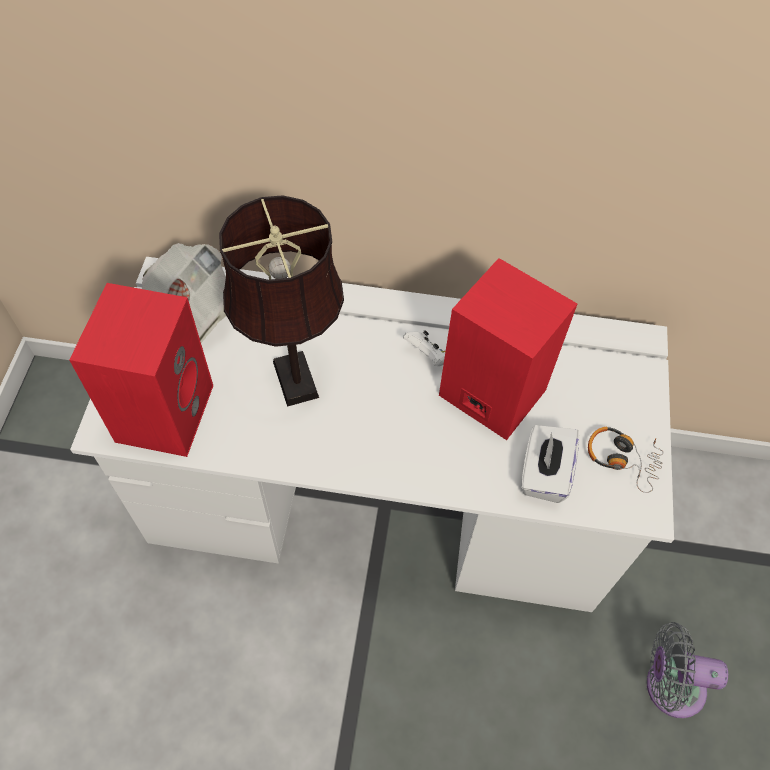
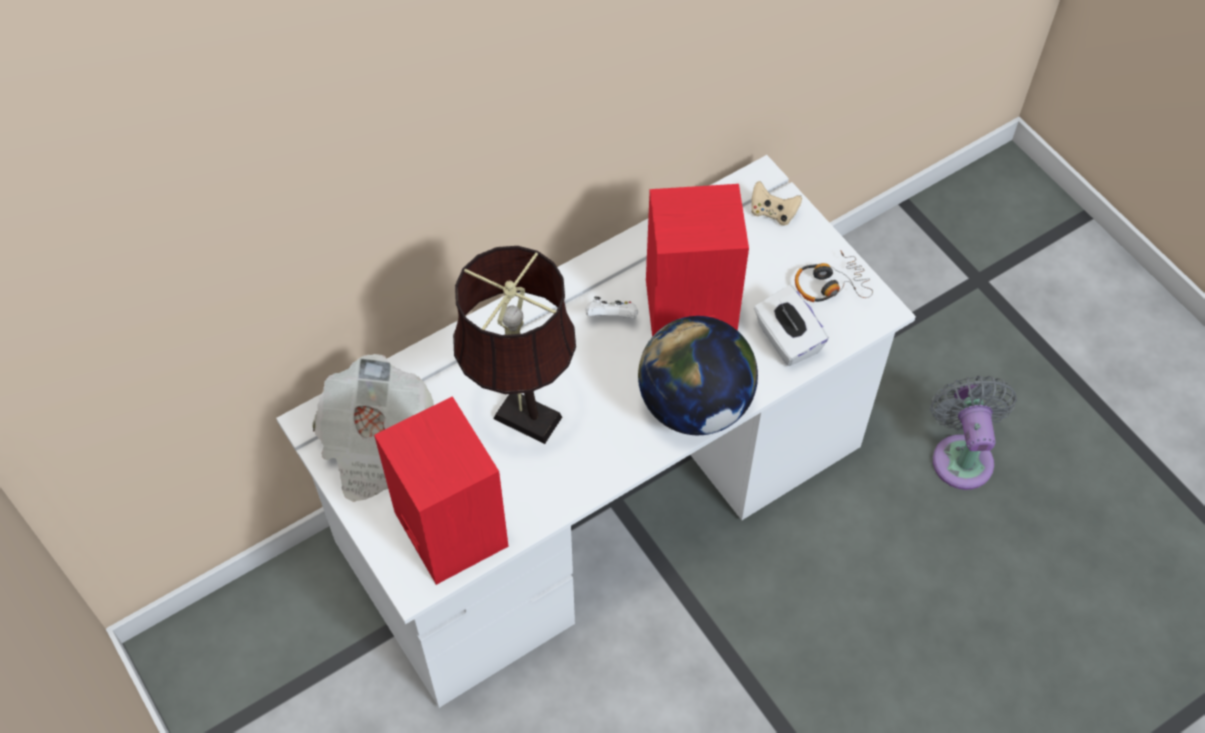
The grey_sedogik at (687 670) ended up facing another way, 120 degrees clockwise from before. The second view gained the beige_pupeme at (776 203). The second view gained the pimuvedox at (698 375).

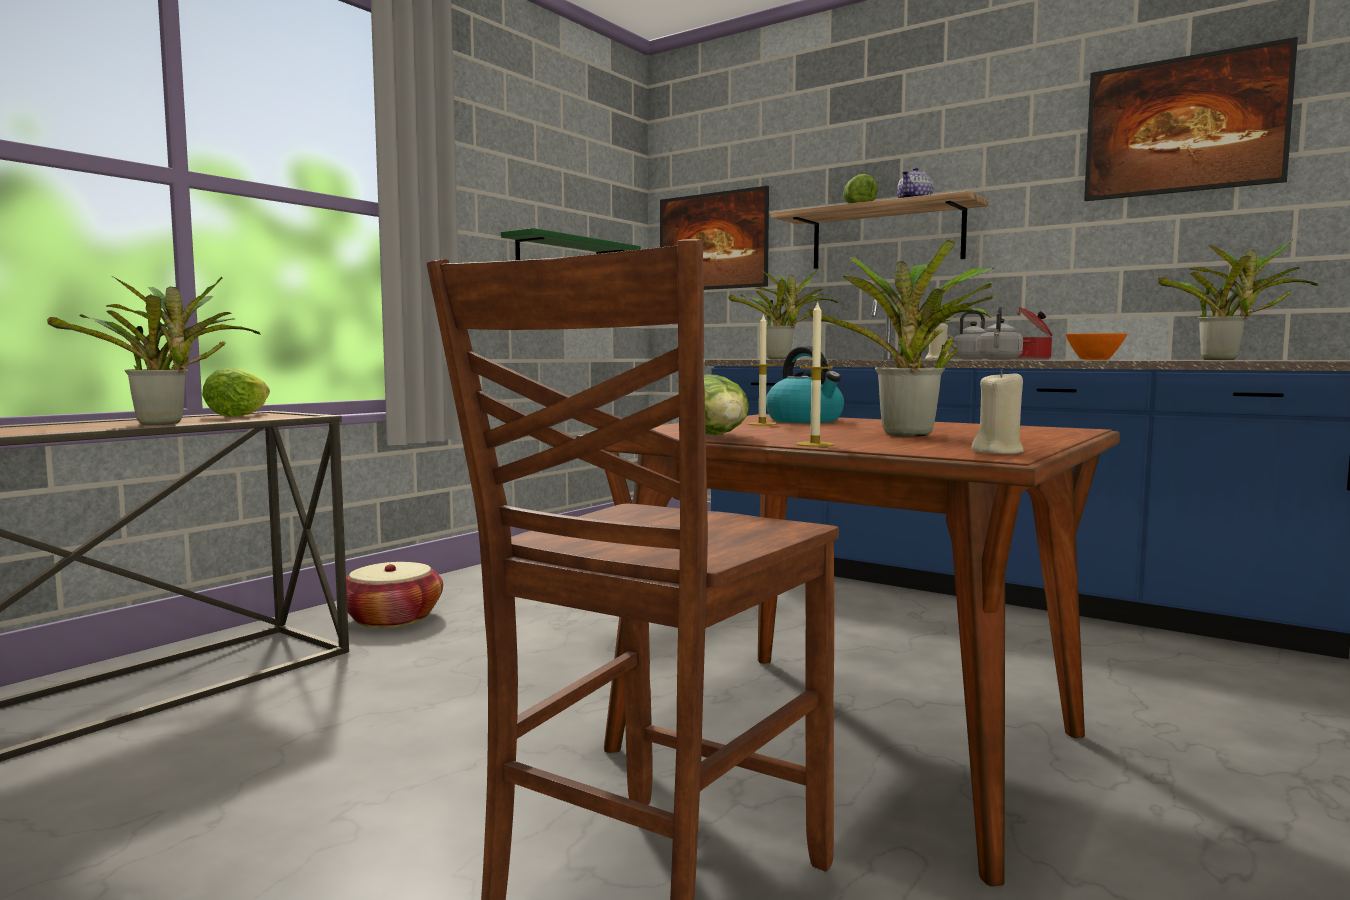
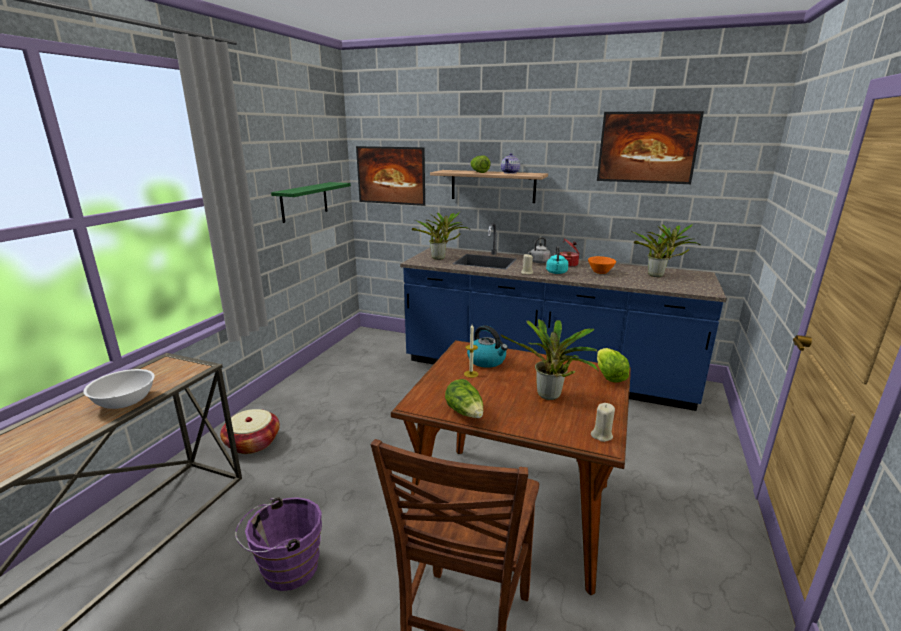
Where the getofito stood at (154 350), the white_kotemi came to stand at (119 389). The second view lost the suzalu at (815 373). What was the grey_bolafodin at (1000 333) turned into the turquoise_bolafodin at (557 260). The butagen ended up elsewhere, having gone from (236 392) to (613 365). The second view gained the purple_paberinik at (278 544).

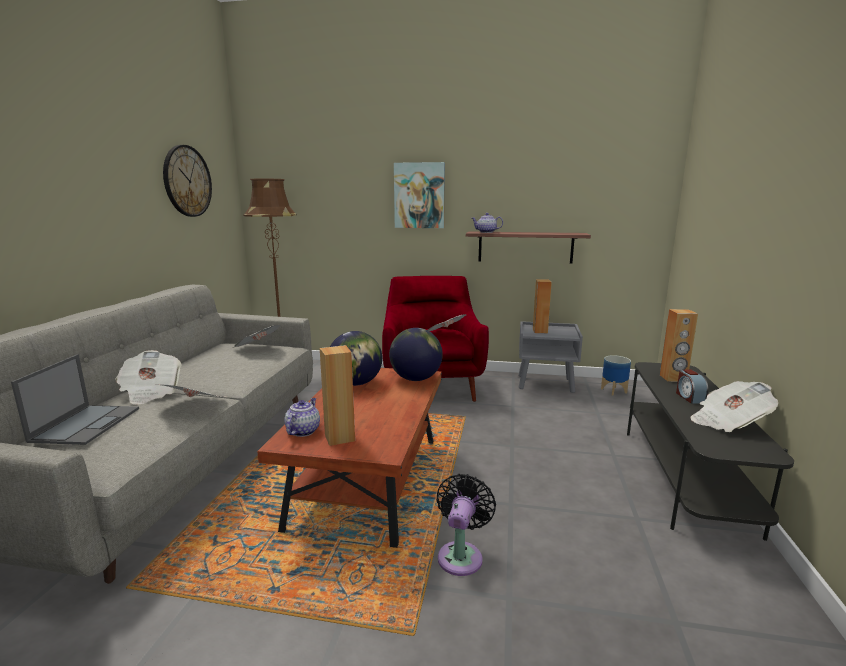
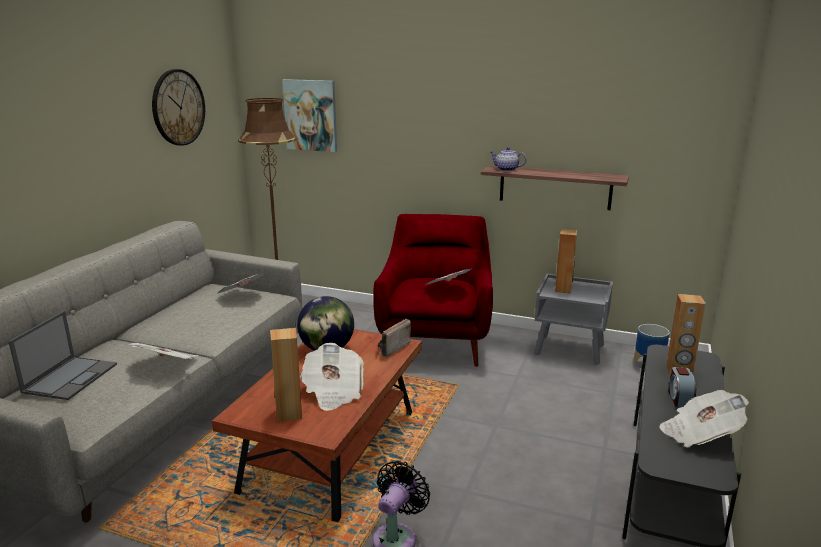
The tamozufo ended up elsewhere, having gone from (419 195) to (309 115). Where the pimuvedox stood at (416 354), the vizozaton came to stand at (394 338). The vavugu ended up elsewhere, having gone from (148 377) to (332 377). The second view lost the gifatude at (302 417).

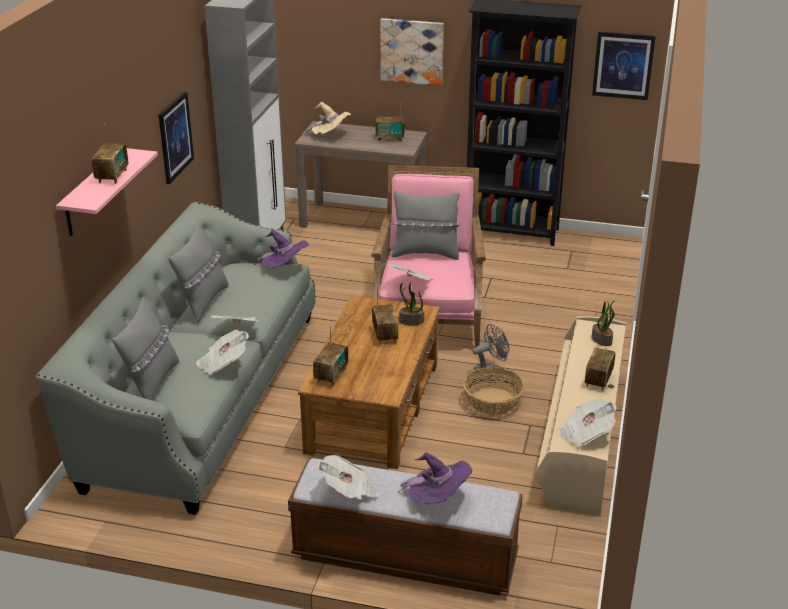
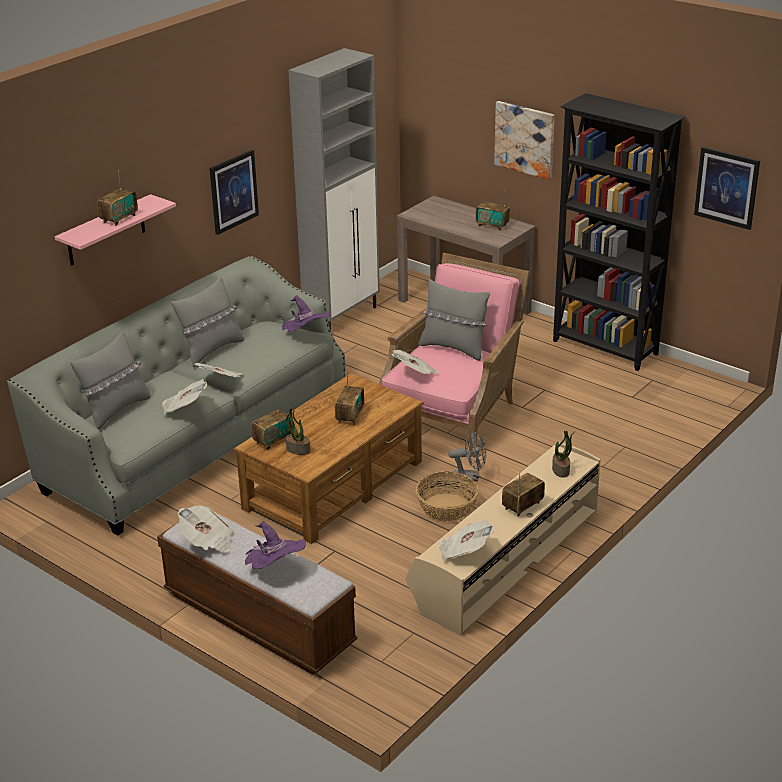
The second view lost the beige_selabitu at (327 118). The getofito ended up elsewhere, having gone from (411 303) to (298 431).

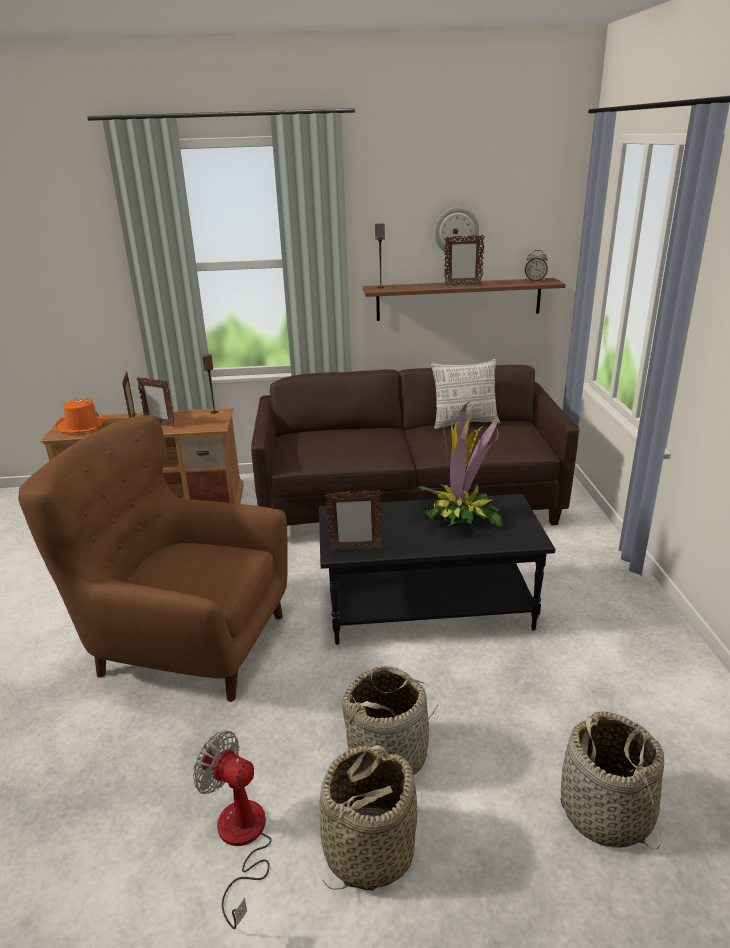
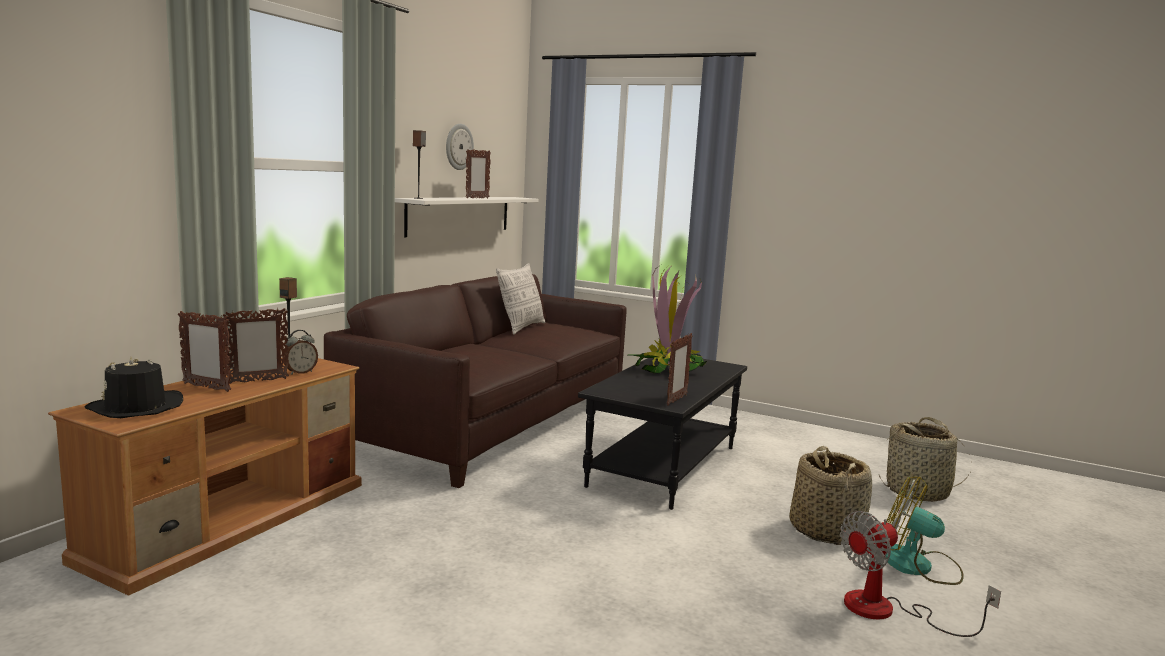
The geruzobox ended up elsewhere, having gone from (536 265) to (301 352). What was the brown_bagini at (464 299) turned into the white_bagini at (467 217). What was the orange_selabitu at (82 415) turned into the black_selabitu at (133 387). The second view lost the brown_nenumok at (153 558). Where the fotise stood at (368 817), the sedogik came to stand at (925 530).

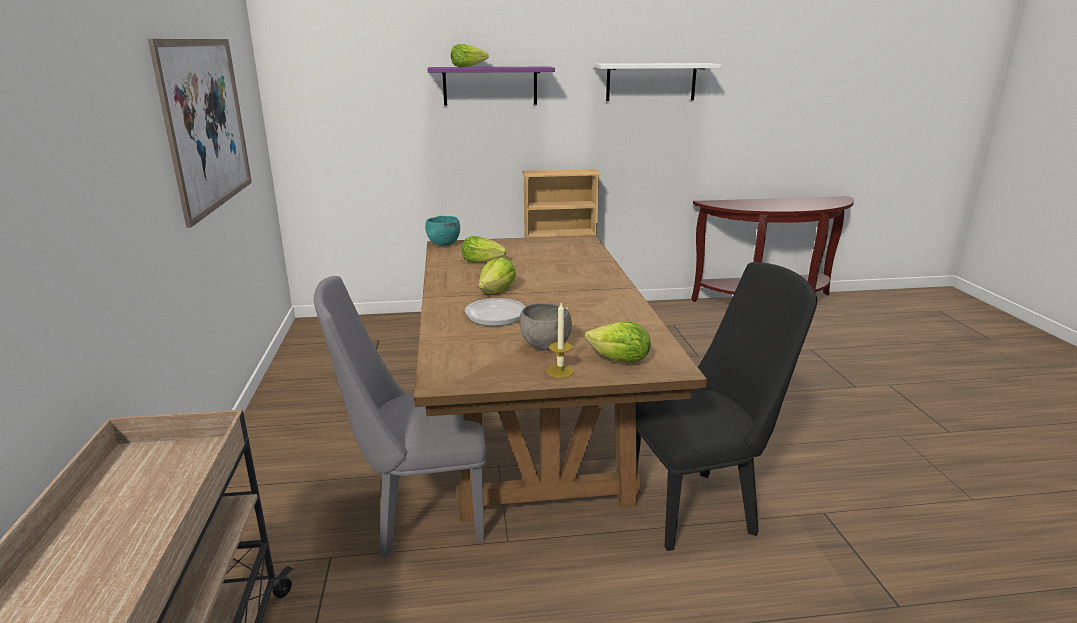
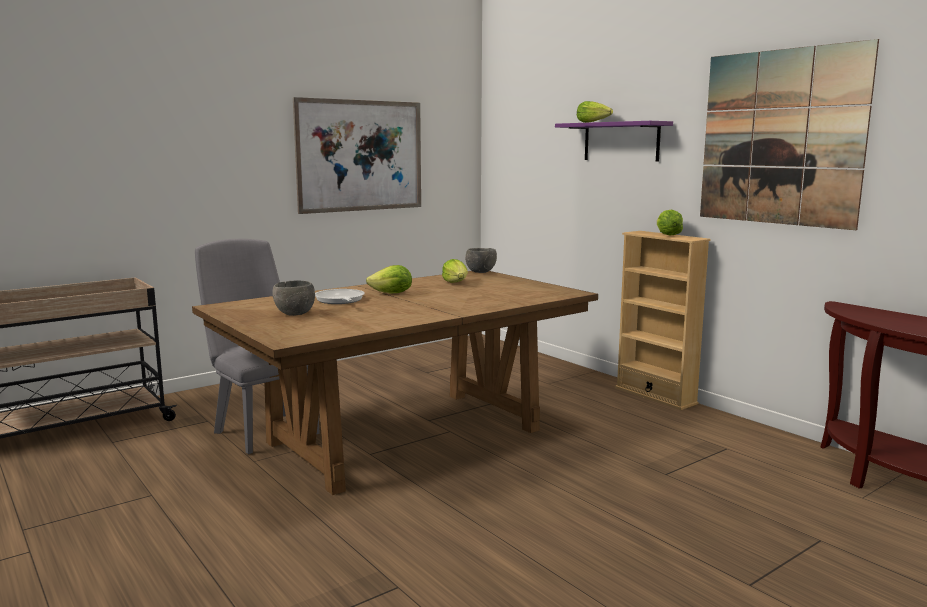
Where the white_bagini hung at (657 82), the tamozufo came to hang at (789 134). What was the turquoise_kotemi at (442 231) turned into the grey_kotemi at (481 260). The second view lost the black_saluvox at (727 406). The second view lost the suzalu at (560 340). The butagen ended up elsewhere, having gone from (618 342) to (670 223).

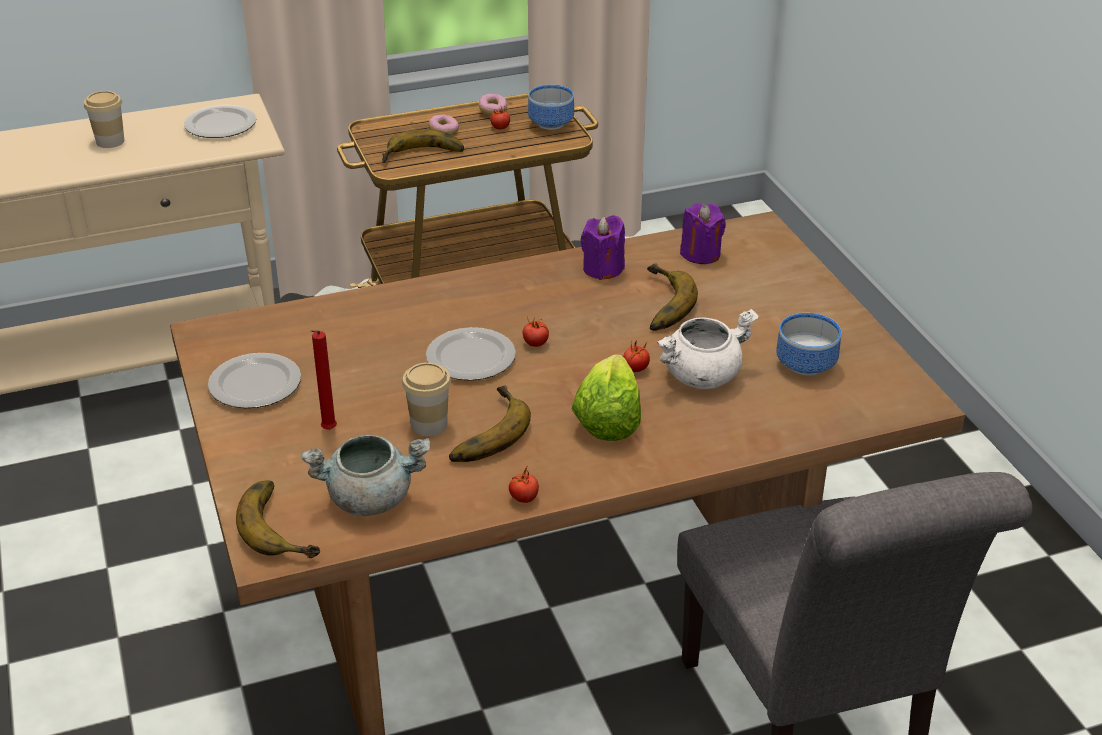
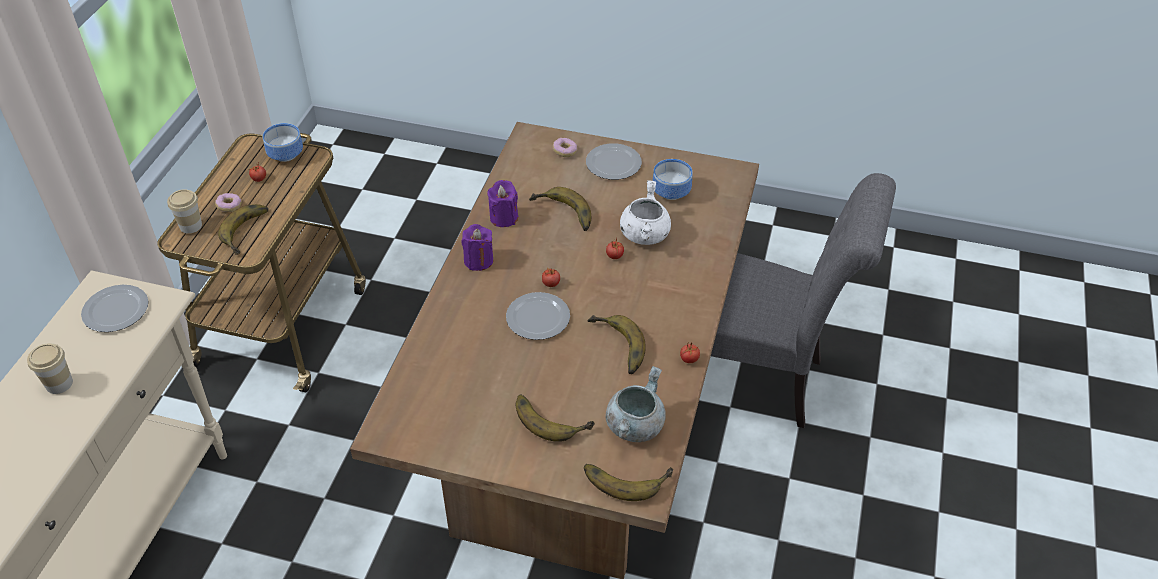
The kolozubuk ended up elsewhere, having gone from (493 104) to (565 147). The purple_suzalu ended up elsewhere, having gone from (703 233) to (477 247). Where the red_suzalu stood at (323 380), the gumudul came to stand at (555 418). The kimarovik ended up elsewhere, having gone from (254 380) to (614 161). The second view lost the butagen at (606 397). The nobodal ended up elsewhere, having gone from (426 399) to (184 211).

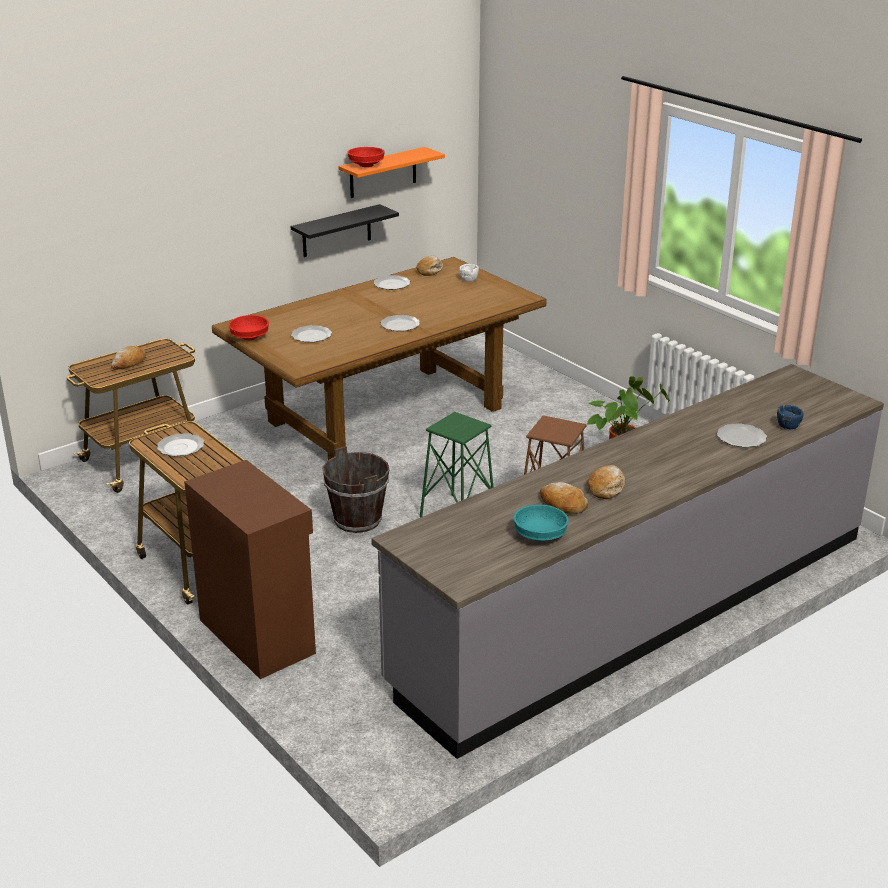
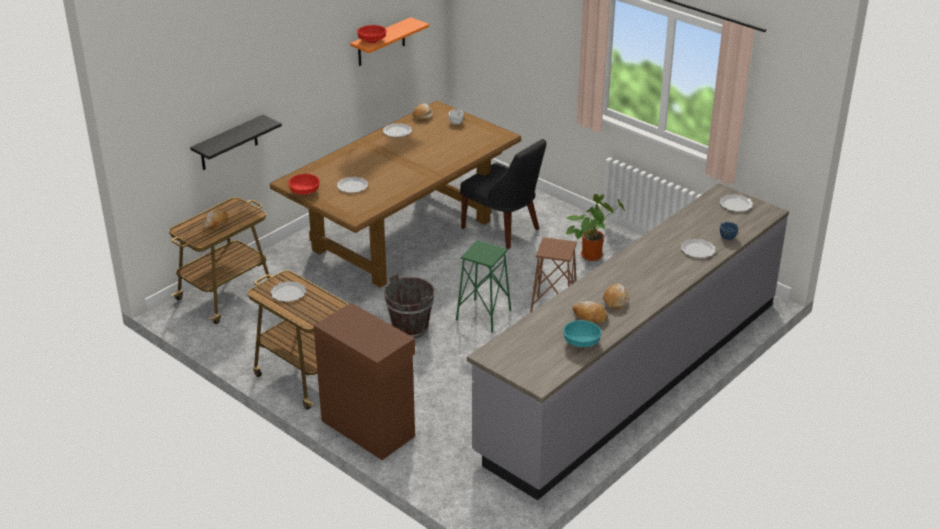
The black_bagini ended up elsewhere, having gone from (345 230) to (236 142). The kimarovik ended up elsewhere, having gone from (400 323) to (736 203). The second view gained the black_saluvox at (503 194).

